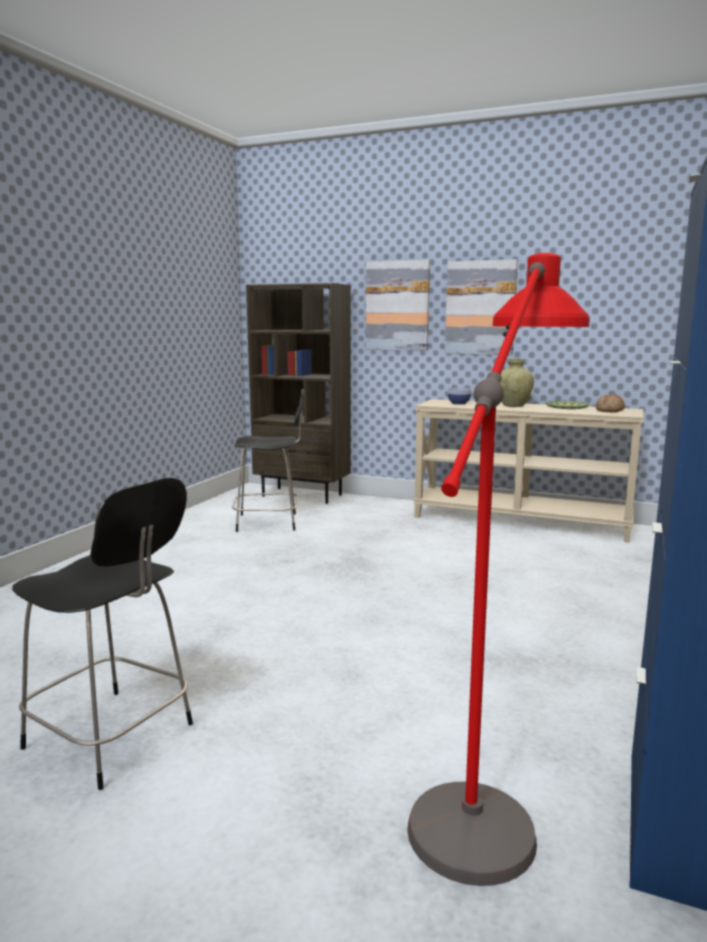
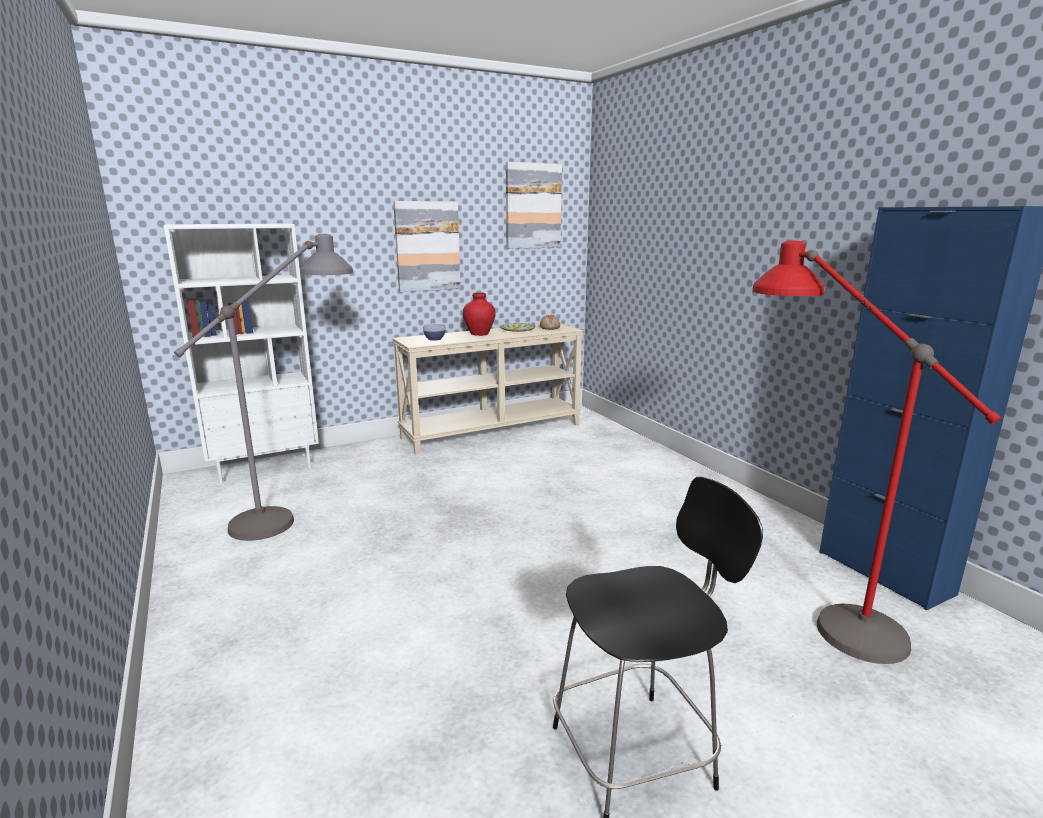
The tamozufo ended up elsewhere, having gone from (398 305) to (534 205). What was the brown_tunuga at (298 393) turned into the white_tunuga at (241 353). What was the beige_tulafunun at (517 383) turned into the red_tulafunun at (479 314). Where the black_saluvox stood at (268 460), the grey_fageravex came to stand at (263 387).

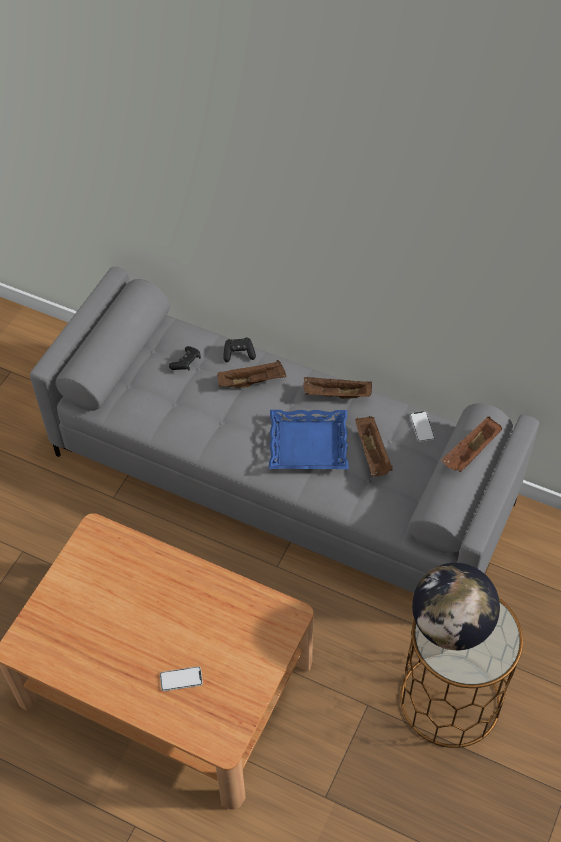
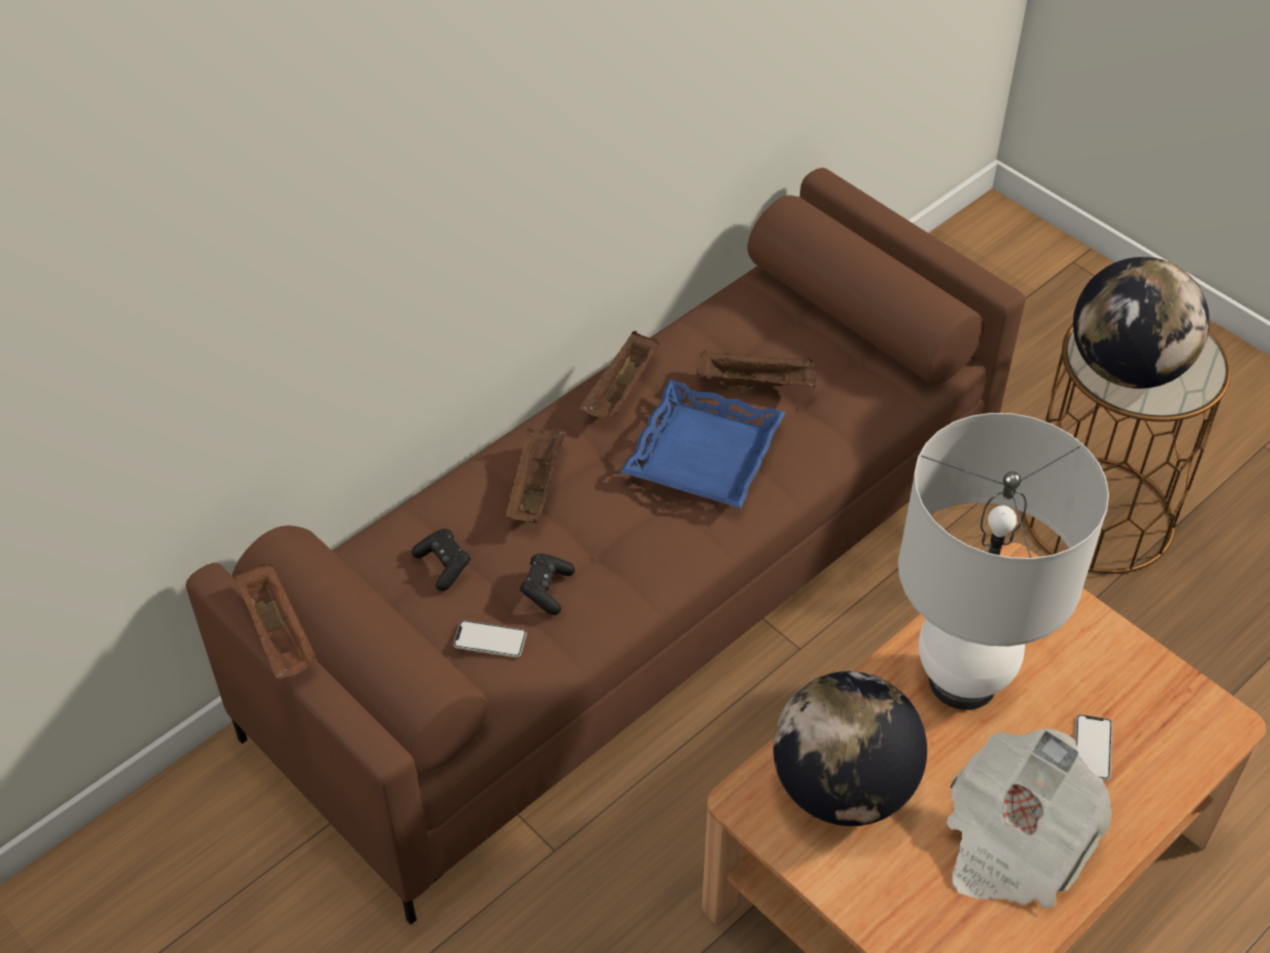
What was the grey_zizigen at (284 430) turned into the brown_zizigen at (605 546). The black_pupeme ended up elsewhere, having gone from (239 350) to (547 584). The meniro ended up elsewhere, having gone from (422 426) to (490 639). The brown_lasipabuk ended up elsewhere, having gone from (471 444) to (276 621). The second view gained the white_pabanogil at (1003 561). The second view gained the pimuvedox at (850 748). The second view gained the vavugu at (1029 818).

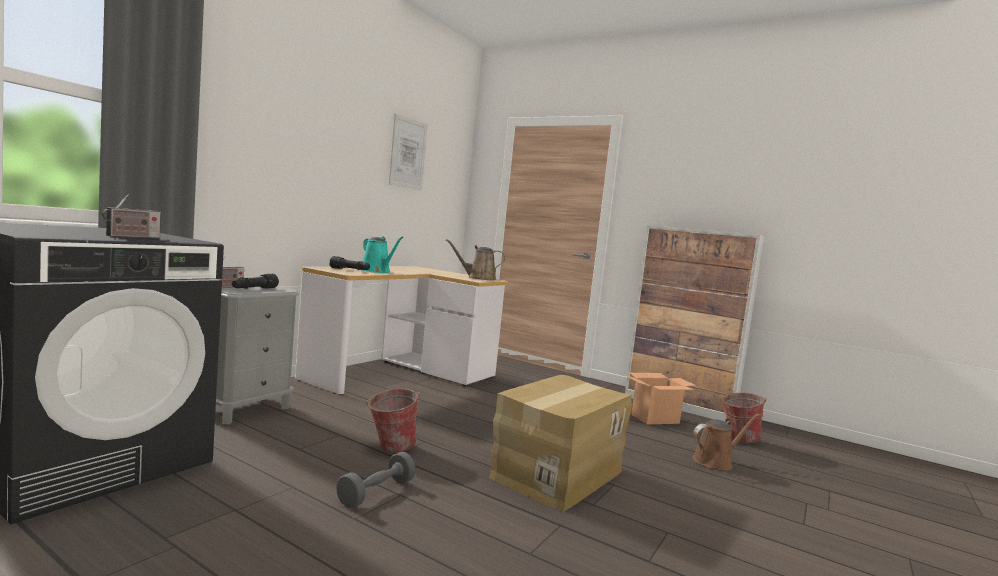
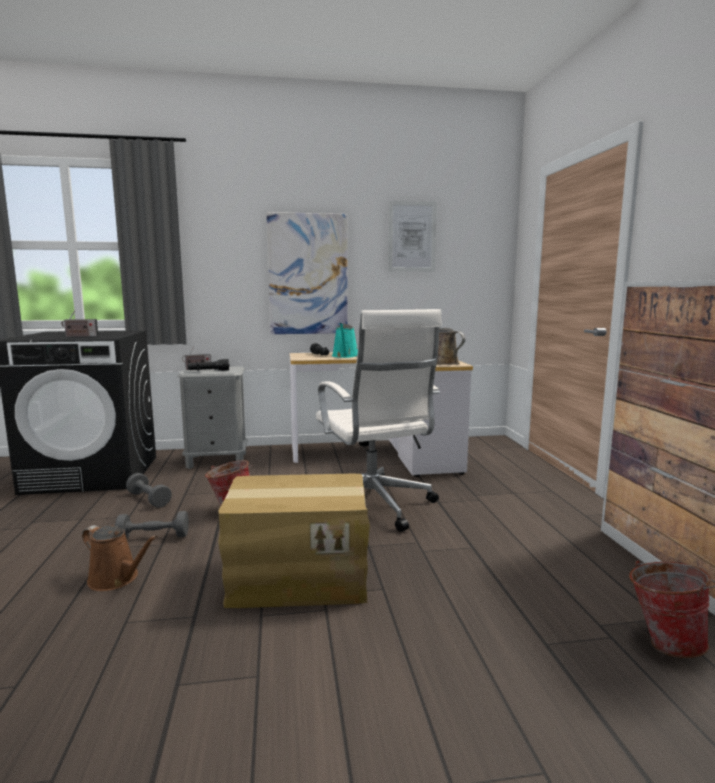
The second view lost the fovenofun at (660 398). The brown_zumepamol ended up elsewhere, having gone from (726 442) to (120 558). The second view gained the tamozufo at (307 273). The second view gained the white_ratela at (379 420). The second view gained the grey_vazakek at (149 490).

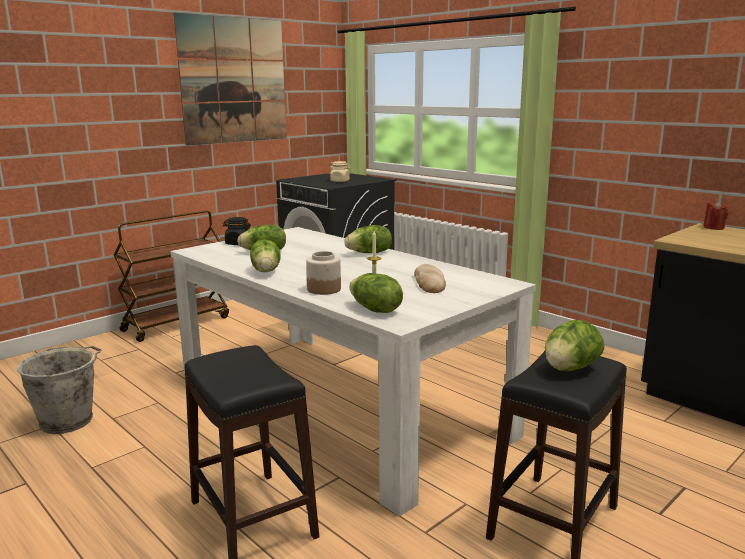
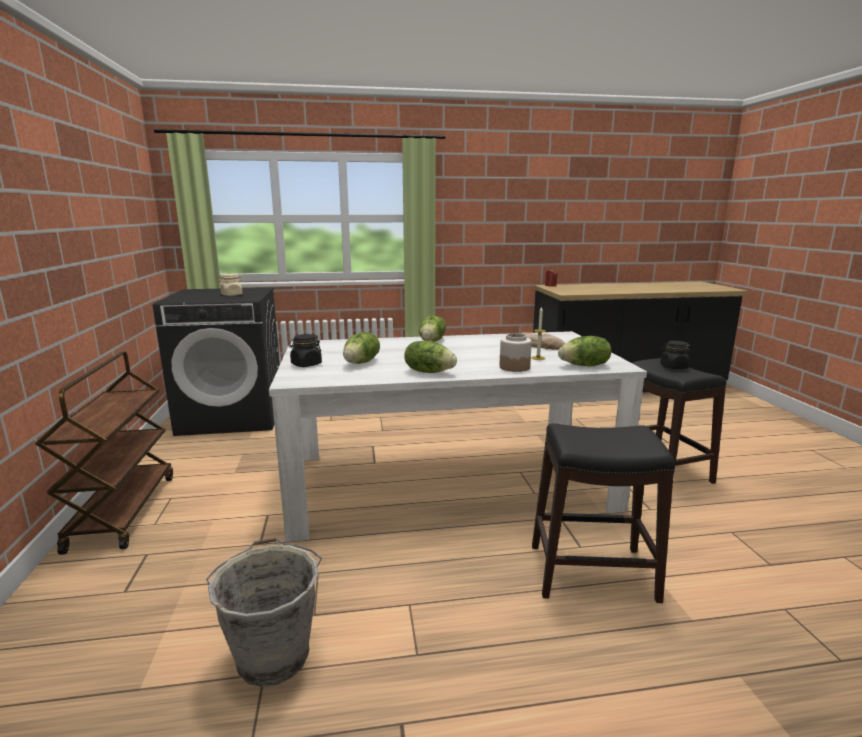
The second view lost the tamozufo at (230 79). Where the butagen stood at (575 345), the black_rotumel came to stand at (675 355).

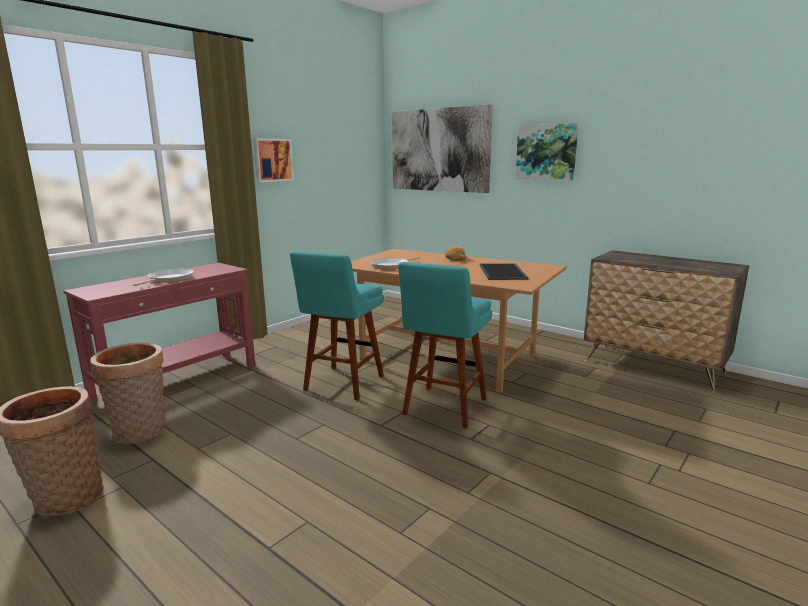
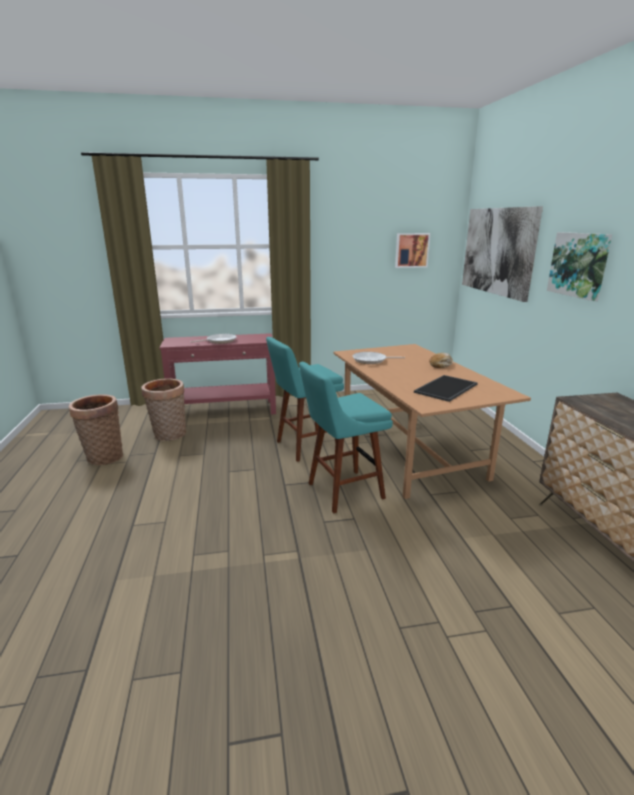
The tamozufo ended up elsewhere, having gone from (273 160) to (412 250).

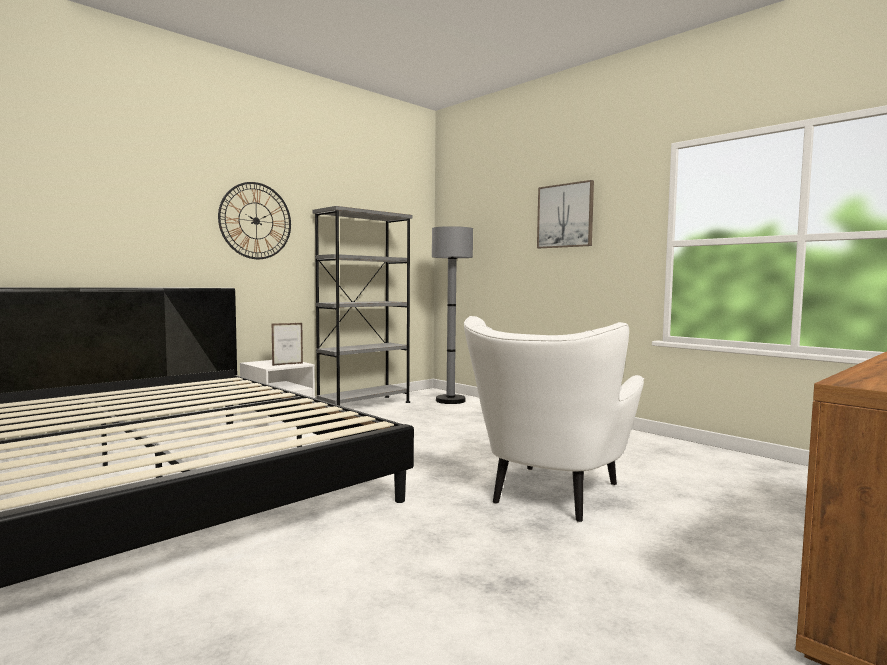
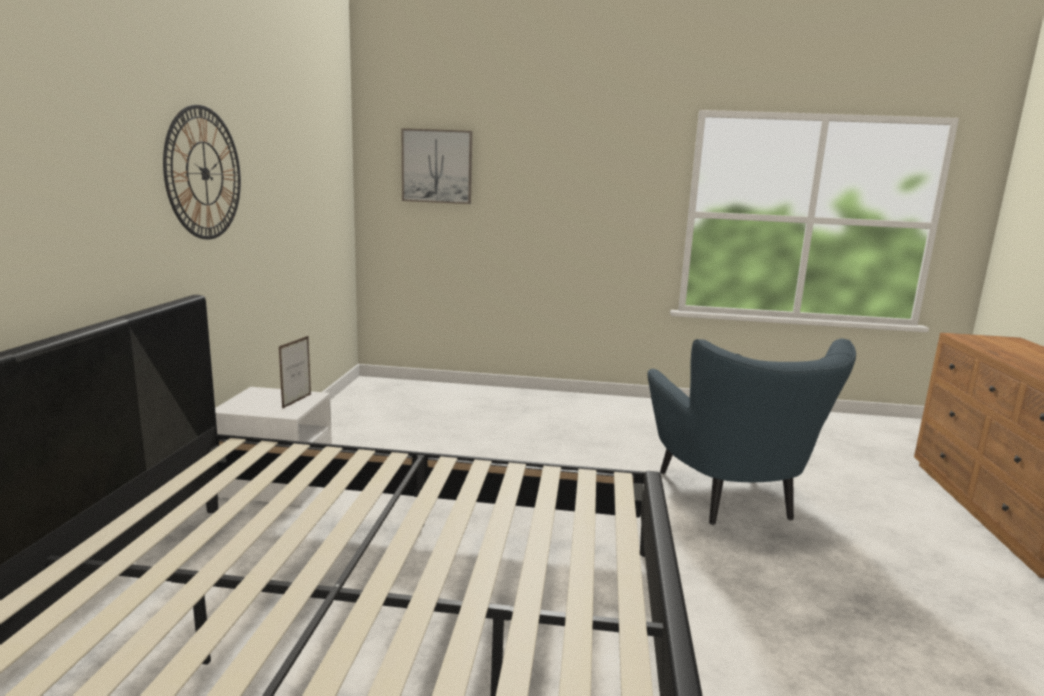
The tamozufo ended up elsewhere, having gone from (565 214) to (437 166). The second view lost the grey_tunuga at (362 306). The second view lost the grey_fageravex at (452 315). What was the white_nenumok at (554 419) turned into the blue_nenumok at (752 432).

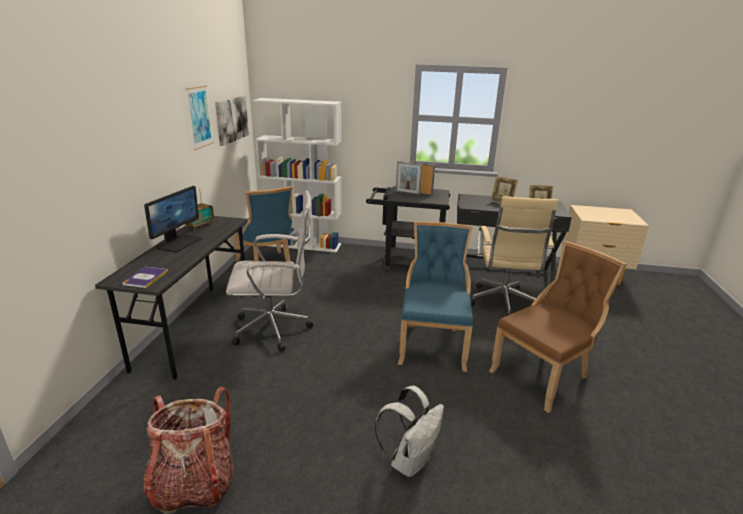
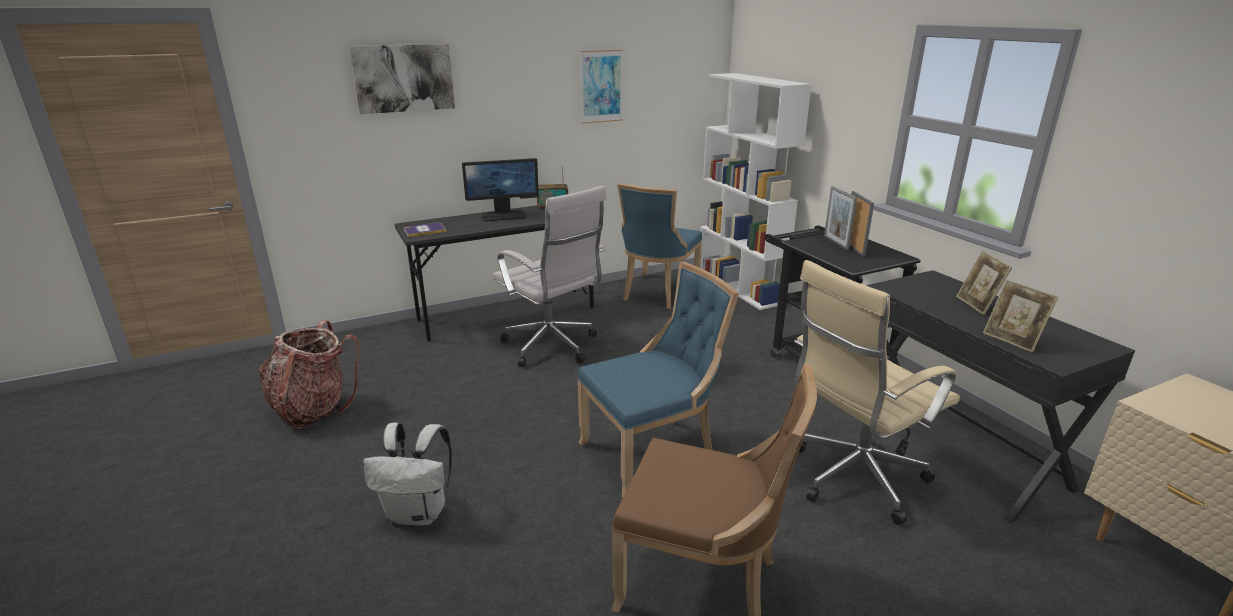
The tamozufo ended up elsewhere, having gone from (232 121) to (402 79).

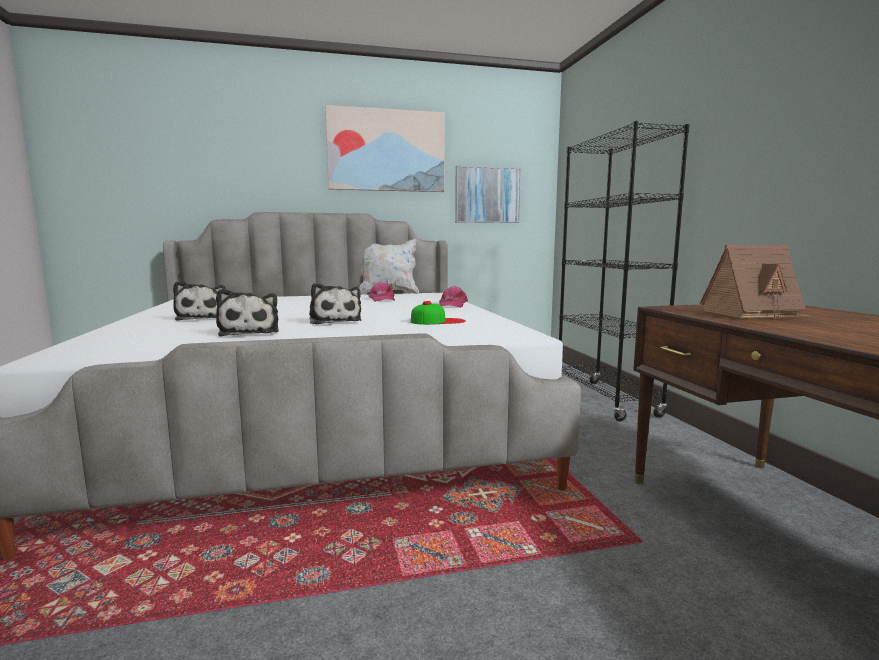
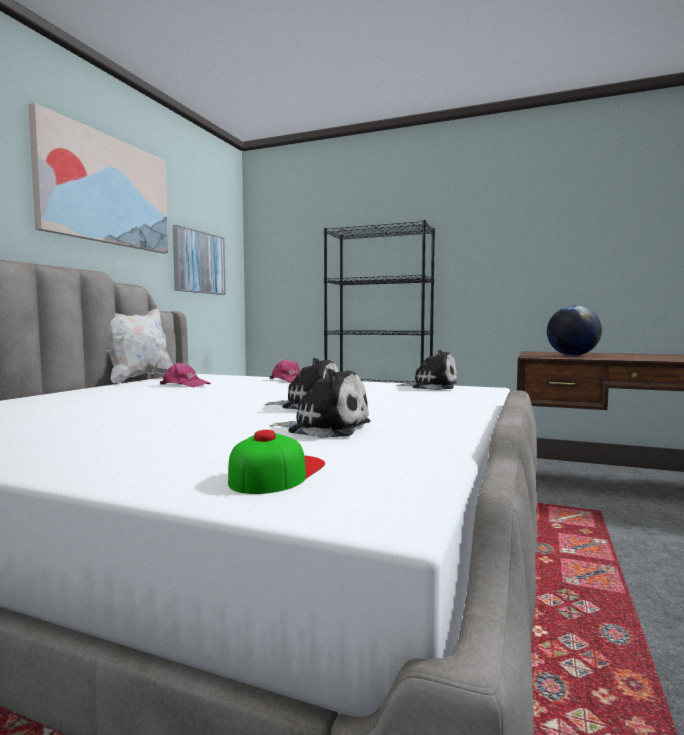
Where the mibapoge stood at (755 282), the pimuvedox came to stand at (574 331). The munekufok ended up elsewhere, having gone from (199 301) to (426 370). The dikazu ended up elsewhere, having gone from (438 313) to (276 462).

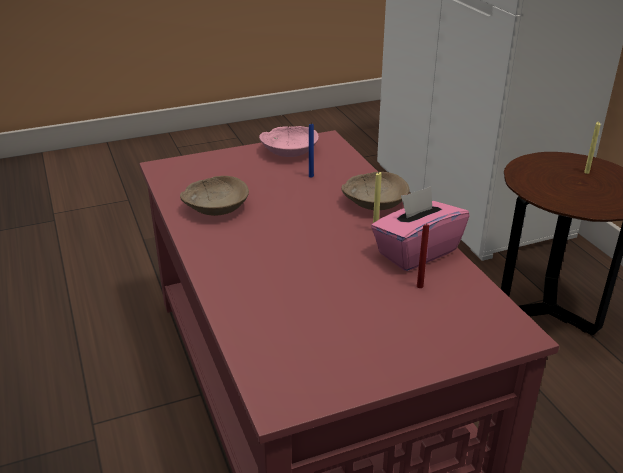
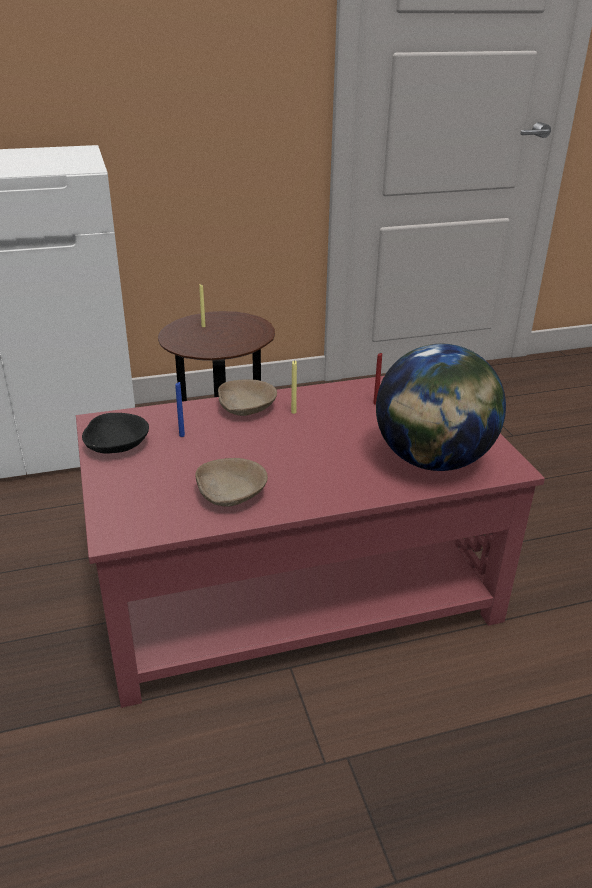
What was the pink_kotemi at (289 141) turned into the black_kotemi at (115 433). The second view lost the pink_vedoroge at (420 228). The second view gained the pimuvedox at (441 407).

